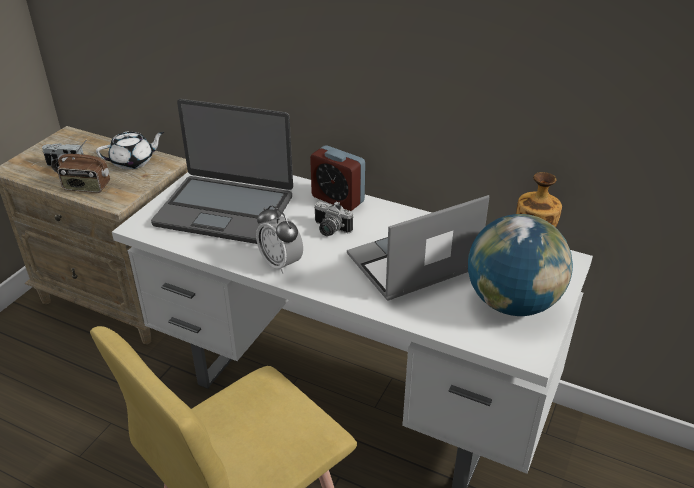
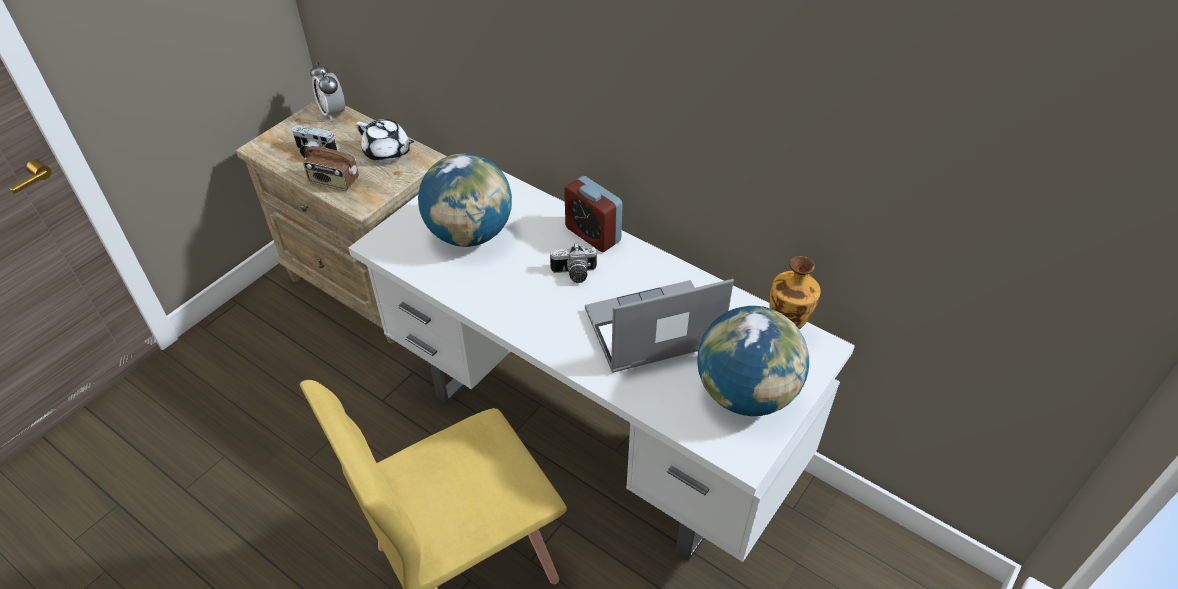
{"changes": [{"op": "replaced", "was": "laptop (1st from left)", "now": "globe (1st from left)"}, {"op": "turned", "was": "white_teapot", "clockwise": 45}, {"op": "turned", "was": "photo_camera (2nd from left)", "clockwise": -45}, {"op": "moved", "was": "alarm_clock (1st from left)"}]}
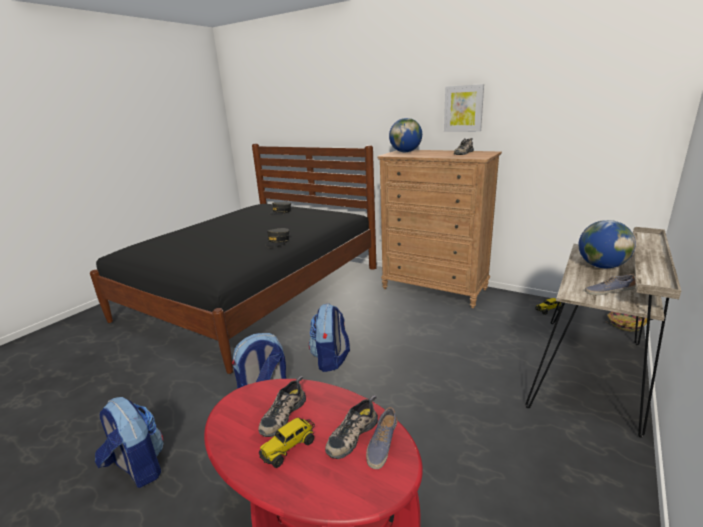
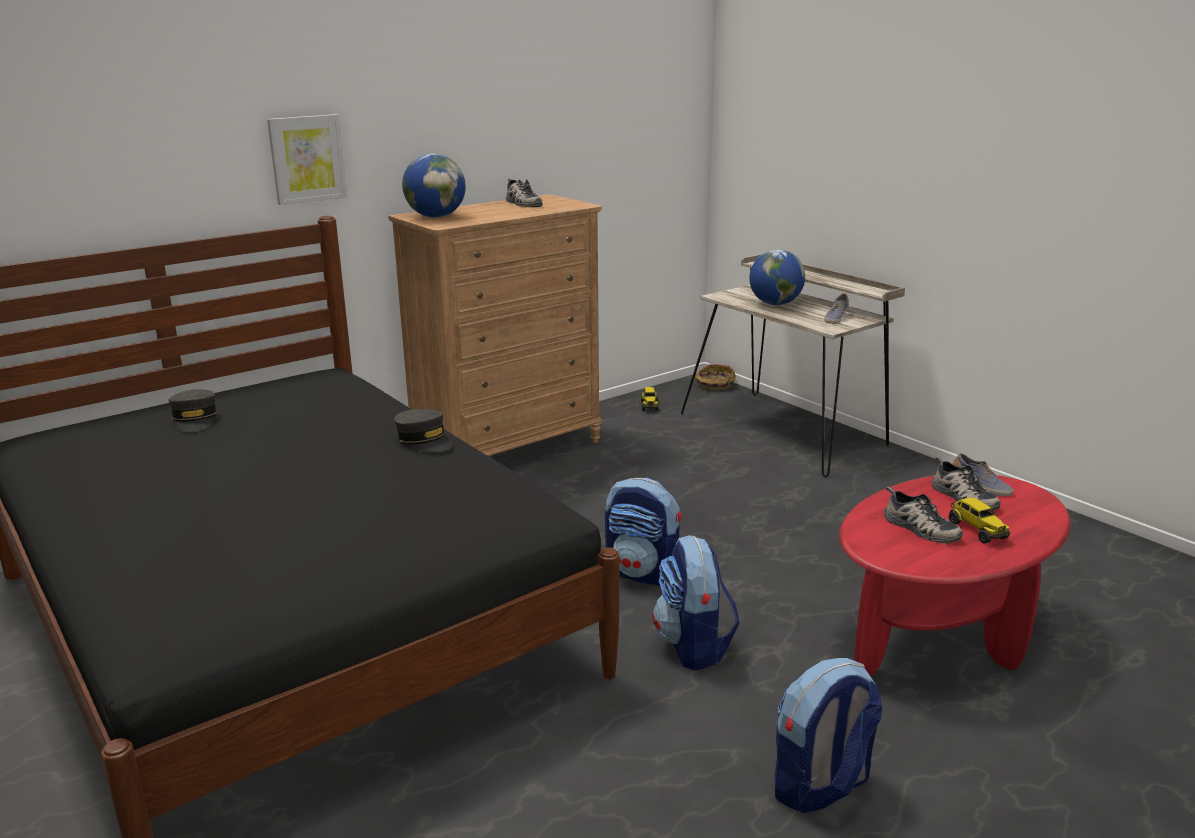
{"changes": [{"op": "moved", "was": "picture"}]}
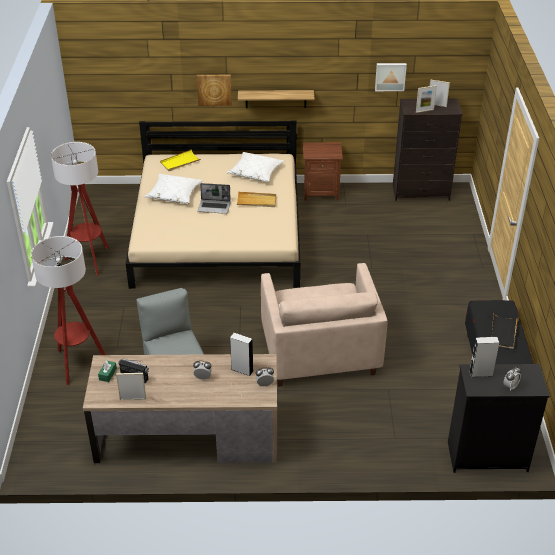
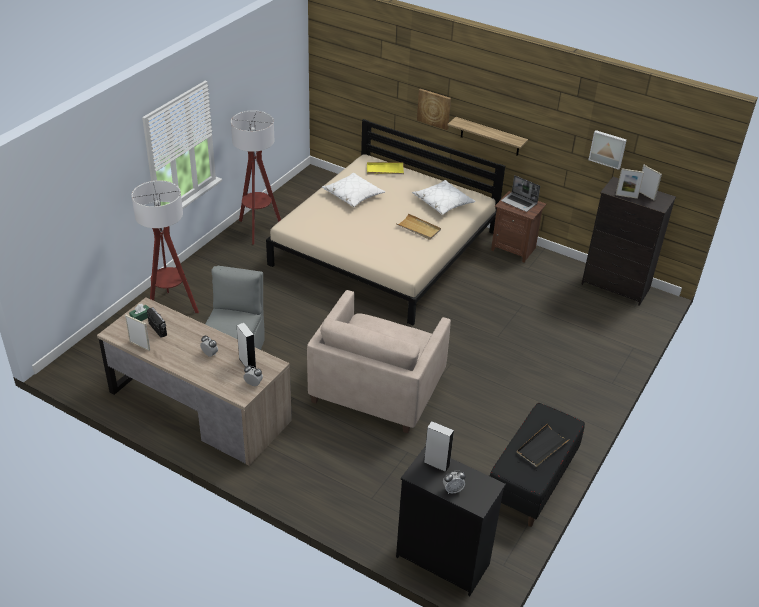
{"changes": [{"op": "moved", "was": "laptop"}]}
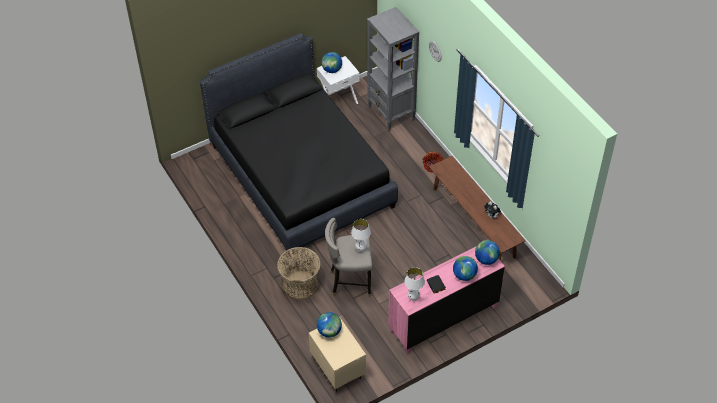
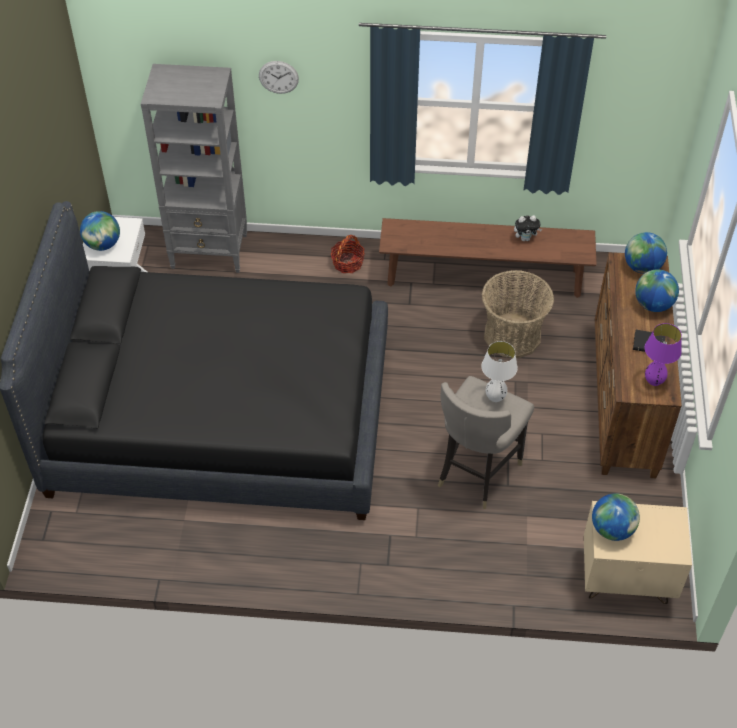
{"changes": [{"op": "recoloured", "was": "pink_dresser", "now": "brown_dresser"}, {"op": "moved", "was": "basket (1st from left in the first image)", "now": "basket (2nd from left)"}, {"op": "recoloured", "was": "white_table_lamp (2nd from left)", "now": "purple_table_lamp"}]}
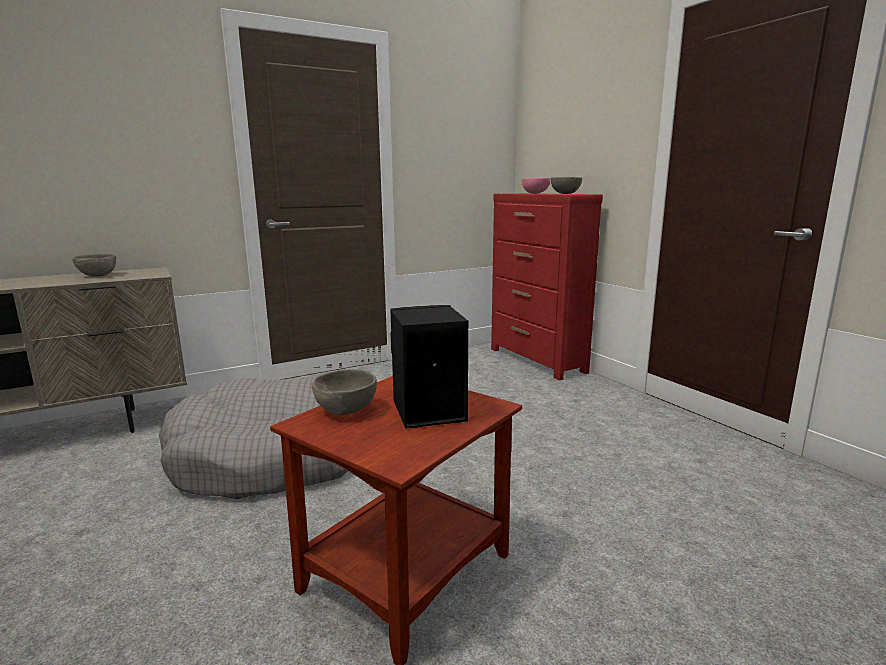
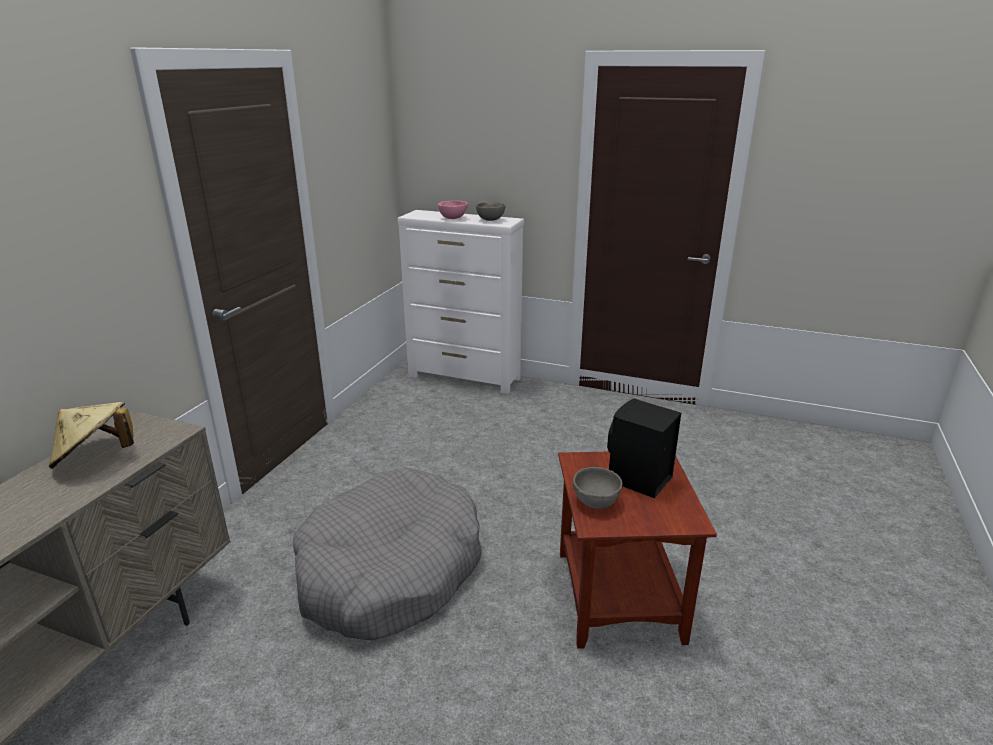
{"changes": [{"op": "recoloured", "was": "red_dresser", "now": "white_dresser"}, {"op": "replaced", "was": "grey_bowl (1st from left)", "now": "beige_hat"}]}
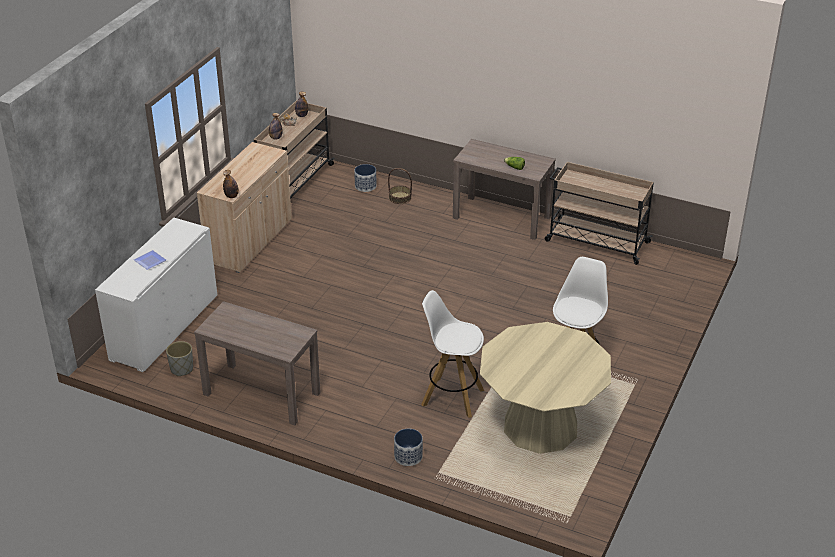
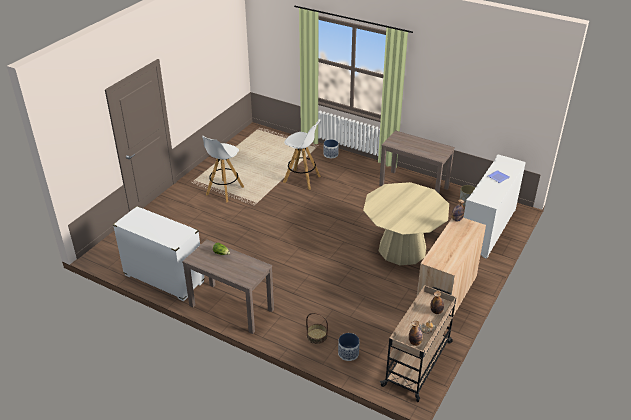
{"changes": [{"op": "replaced", "was": "beige_cart (2nd from left)", "now": "white_dresser"}, {"op": "moved", "was": "beige_dining_table"}]}
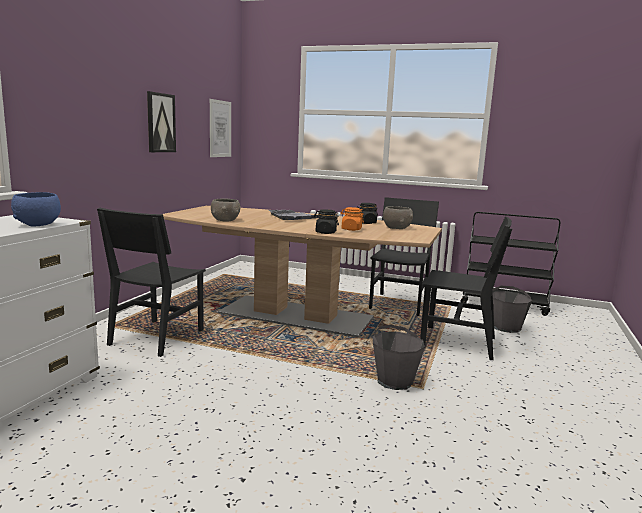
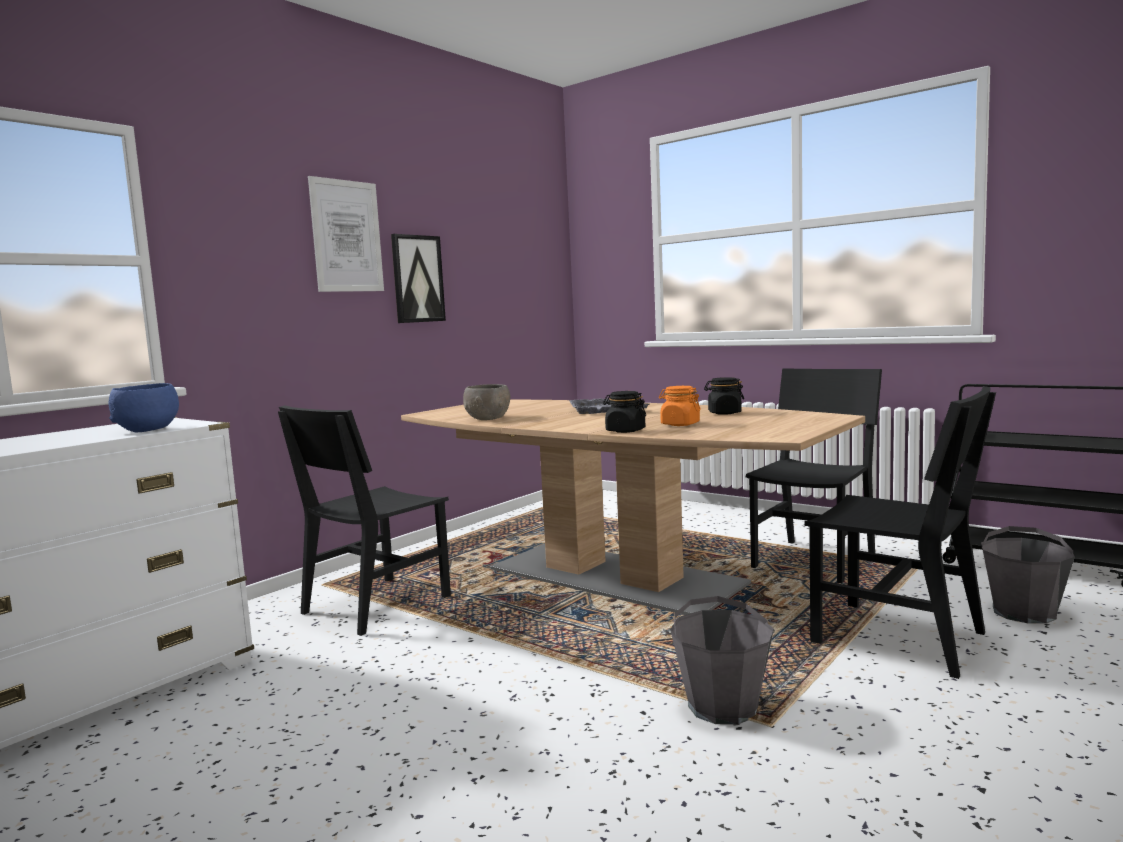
{"changes": [{"op": "moved", "was": "picture (2nd from left in the first image)", "now": "picture (1st from left)"}, {"op": "removed", "was": "grey_bowl (2nd from left)"}]}
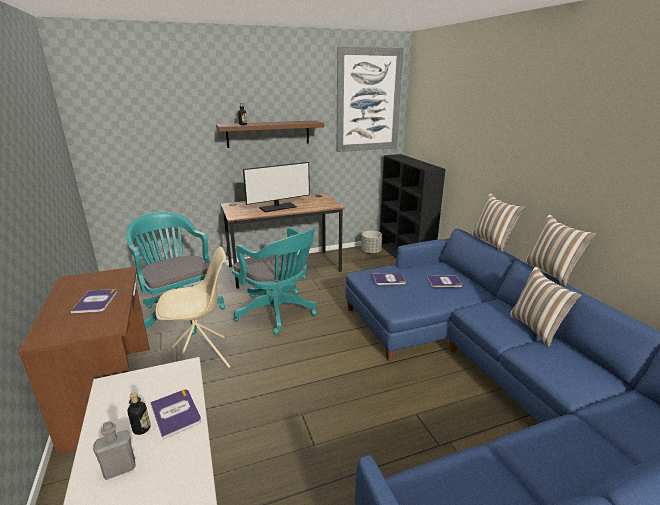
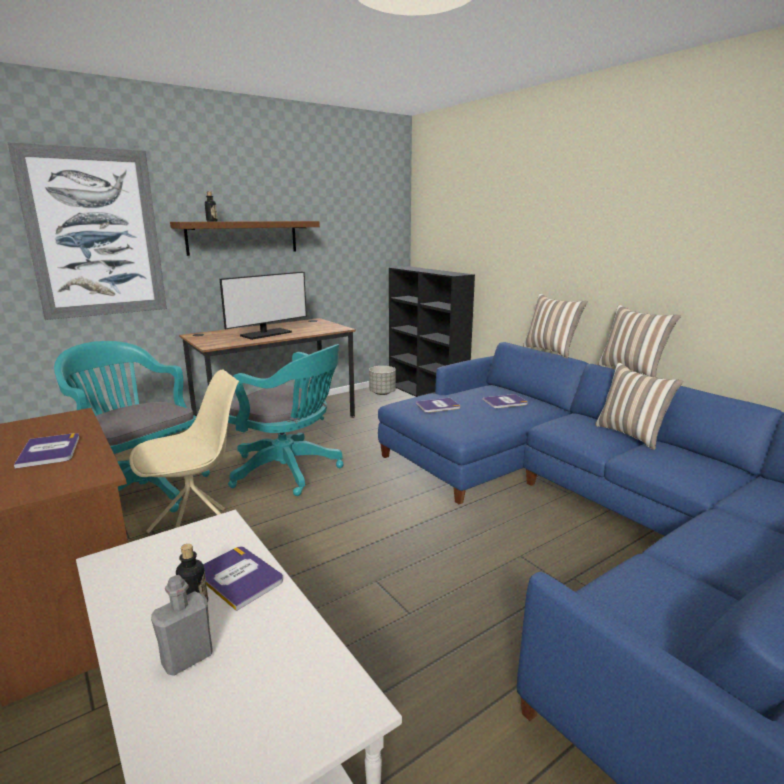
{"changes": [{"op": "moved", "was": "picture"}]}
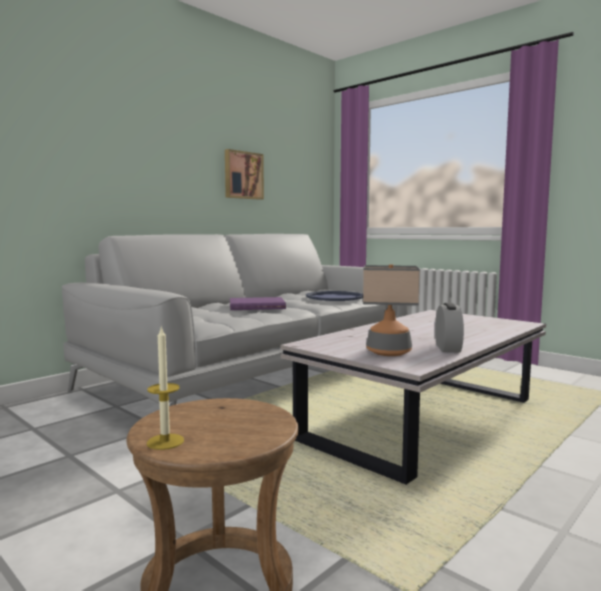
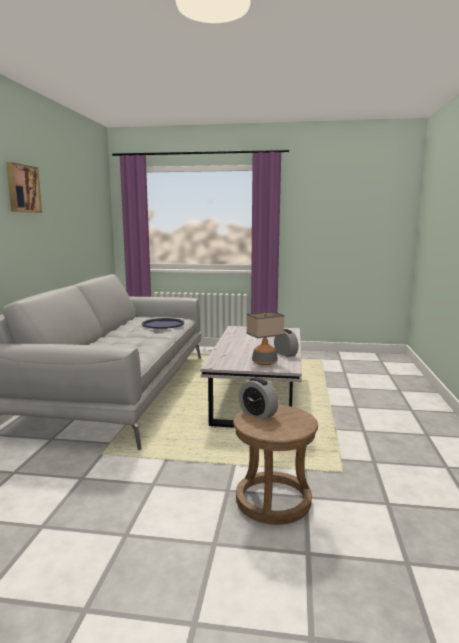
{"changes": [{"op": "moved", "was": "picture"}, {"op": "removed", "was": "purple_book"}, {"op": "removed", "was": "candle"}, {"op": "added", "now": "alarm_clock (1st from left)"}]}
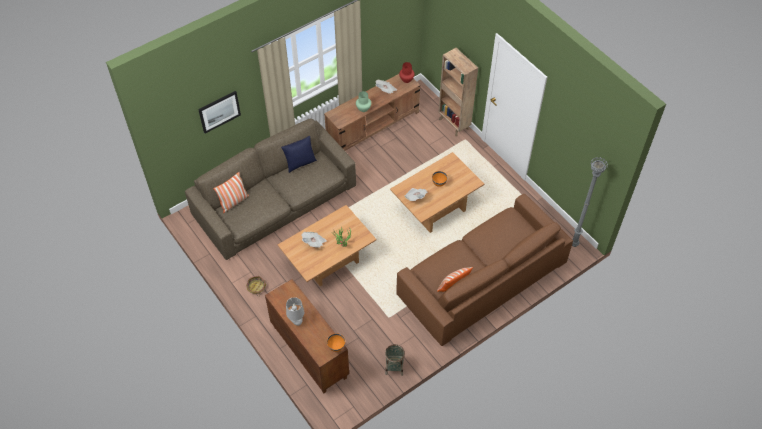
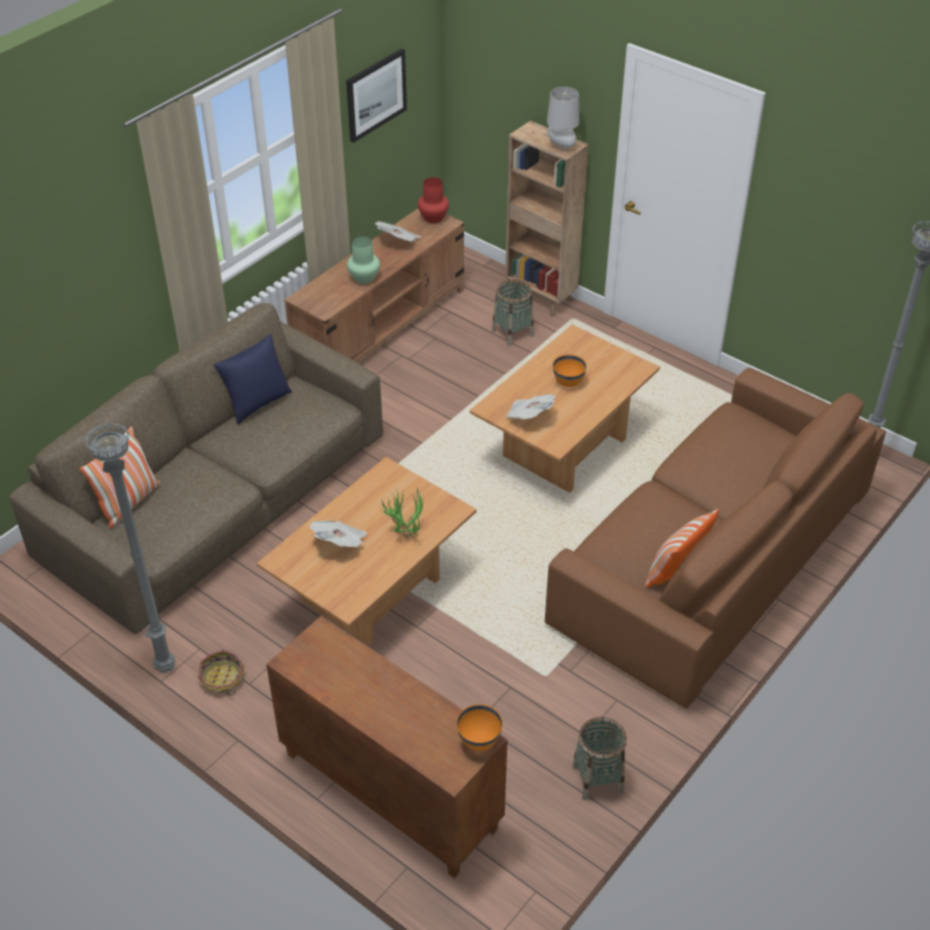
{"changes": [{"op": "moved", "was": "picture"}, {"op": "moved", "was": "grey_table_lamp"}, {"op": "added", "now": "basket (2nd from left)"}, {"op": "added", "now": "grey_floor_lamp (1st from left)"}]}
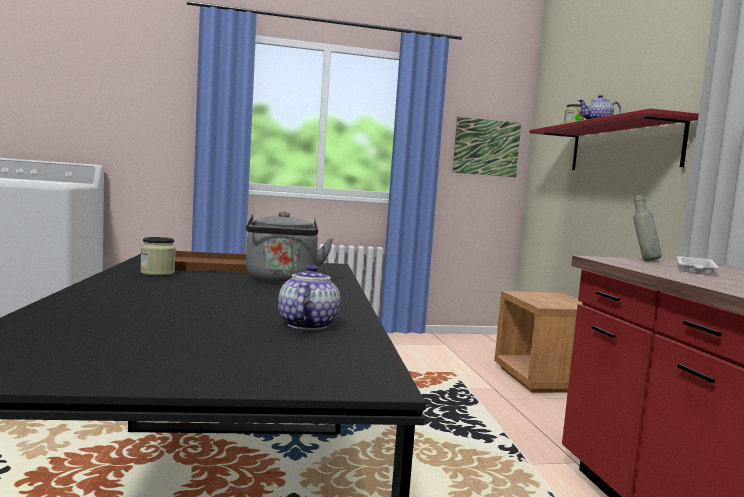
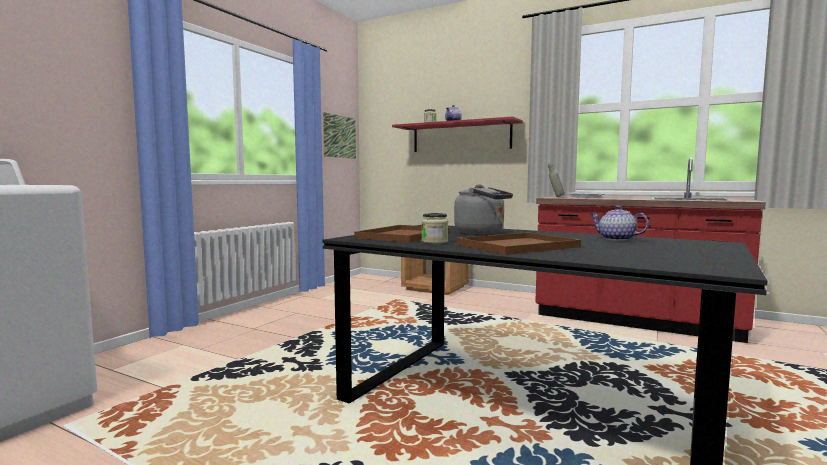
{"changes": [{"op": "added", "now": "brown_tray (2nd from left)"}]}
